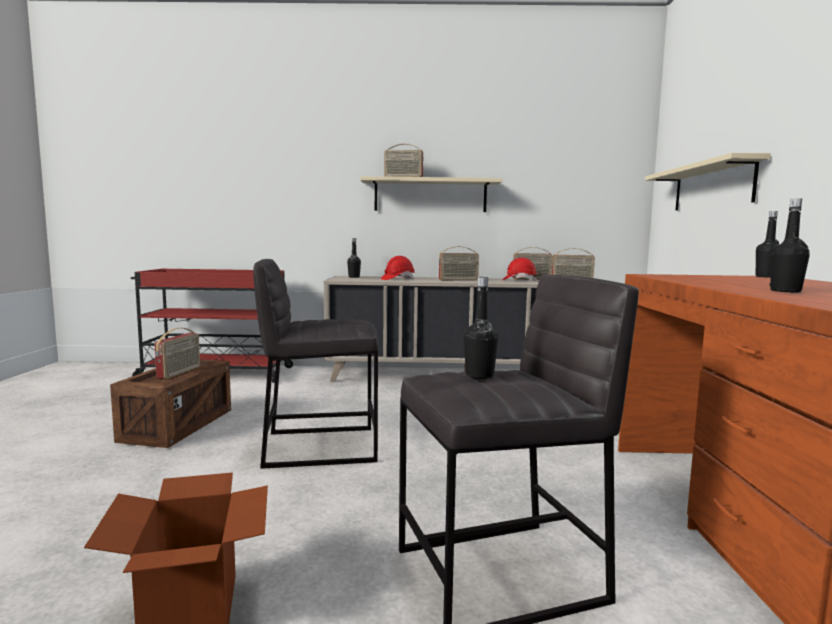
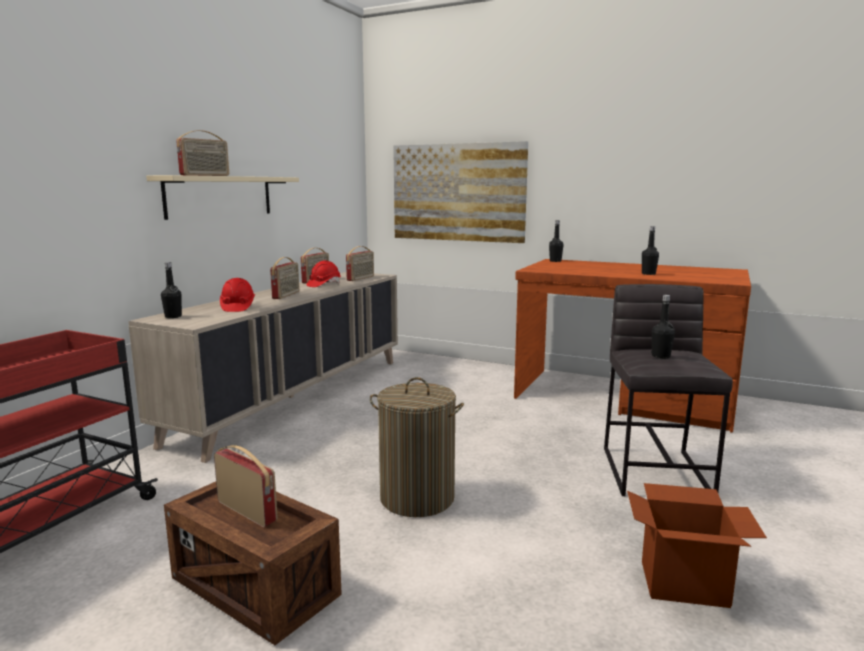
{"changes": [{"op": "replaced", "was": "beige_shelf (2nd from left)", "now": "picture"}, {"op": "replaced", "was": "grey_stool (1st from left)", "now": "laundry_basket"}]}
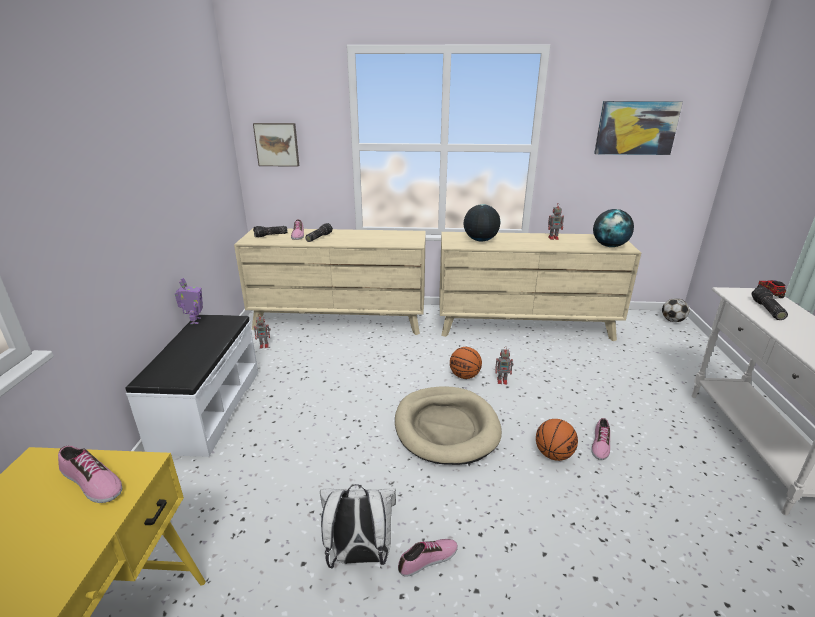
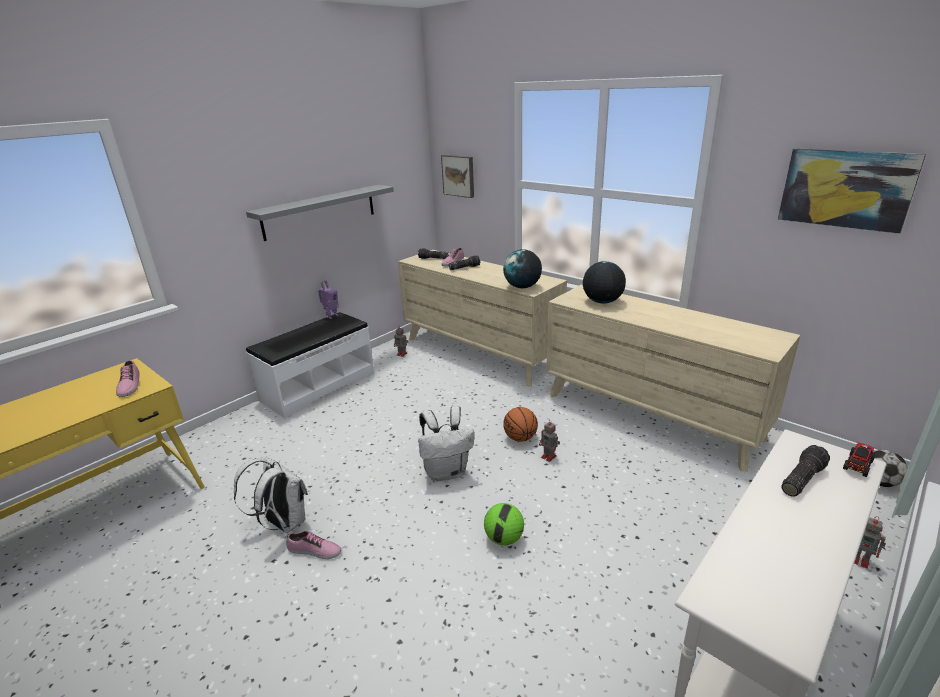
{"changes": [{"op": "moved", "was": "toy_robot (4th from left)"}, {"op": "moved", "was": "globe (2nd from left in the first image)", "now": "globe (1st from left)"}, {"op": "replaced", "was": "beige_dog_bed", "now": "white_backpack (2nd from left)"}, {"op": "removed", "was": "shoe (4th from left)"}, {"op": "replaced", "was": "basketball (2nd from left)", "now": "football (1st from left)"}, {"op": "added", "now": "grey_shelf"}]}
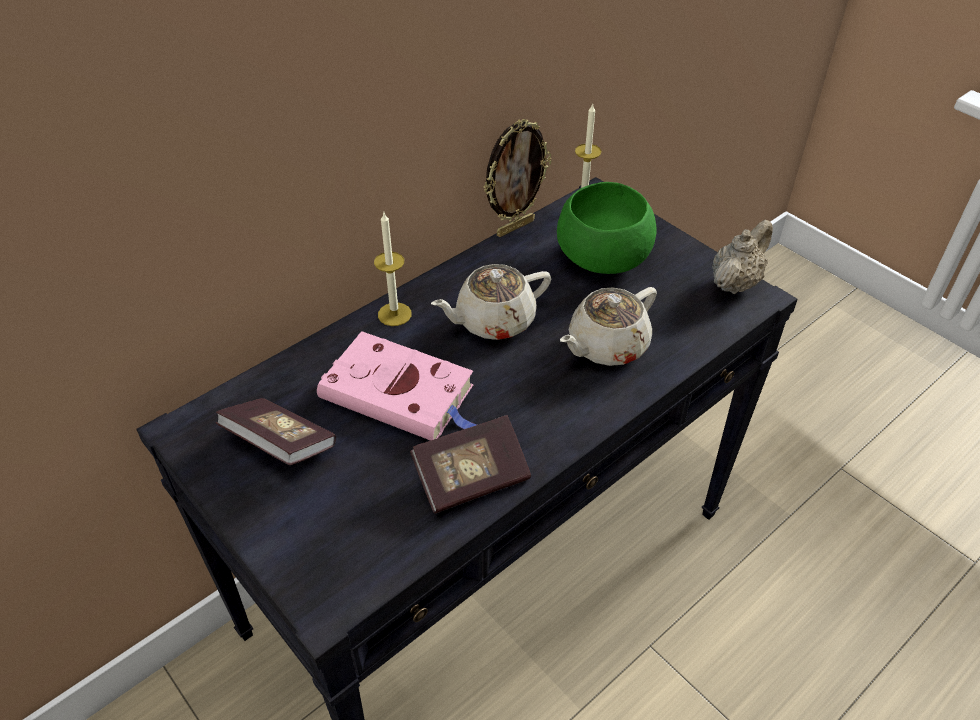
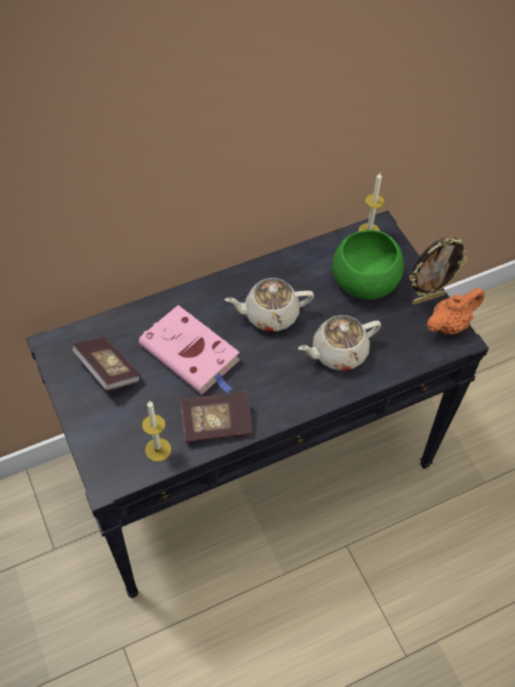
{"changes": [{"op": "moved", "was": "picture_frame"}, {"op": "moved", "was": "candle (1st from left)"}, {"op": "recoloured", "was": "beige_teapot (3rd from left)", "now": "orange_teapot"}]}
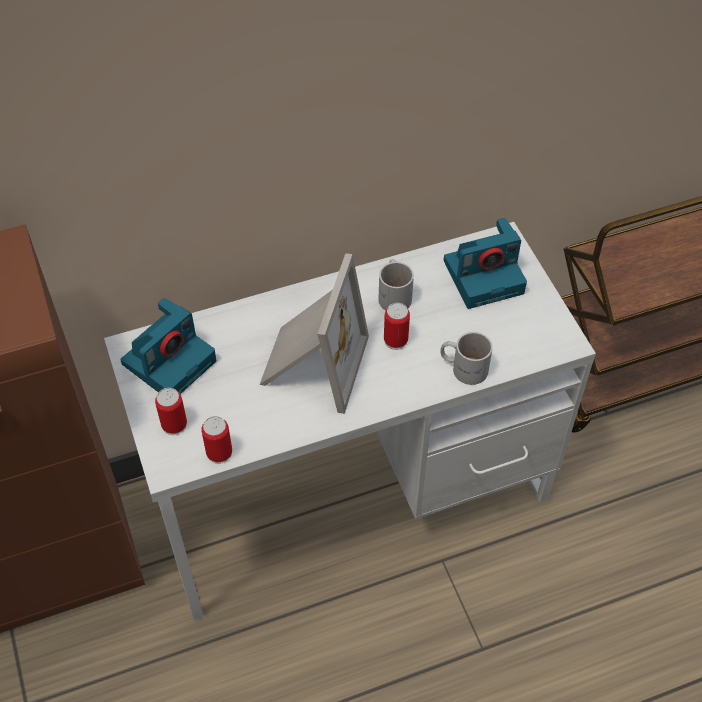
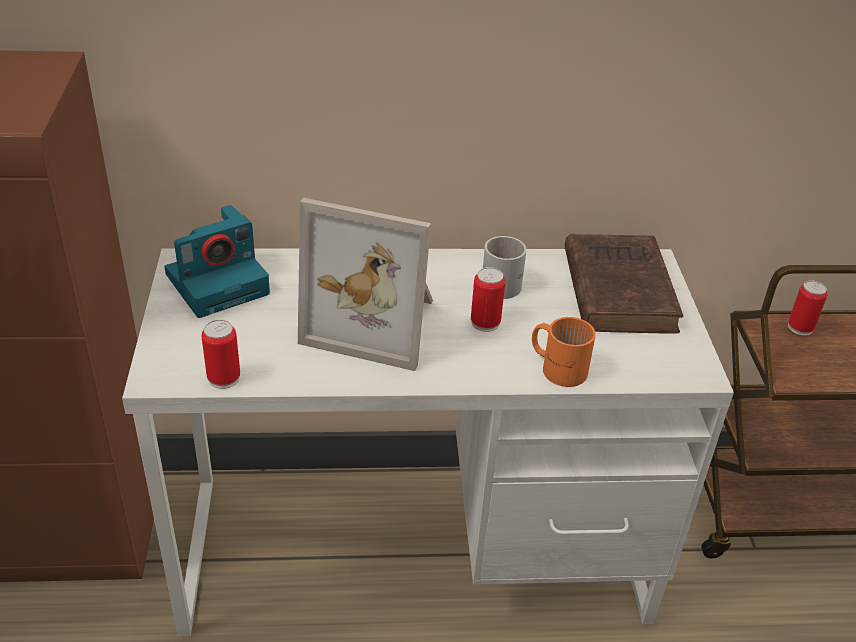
{"changes": [{"op": "replaced", "was": "photo_camera (2nd from left)", "now": "brown_book"}, {"op": "turned", "was": "picture_frame", "clockwise": 75}, {"op": "recoloured", "was": "white_mug (2nd from left)", "now": "orange_mug"}, {"op": "moved", "was": "can (1st from left in the first image)", "now": "can (3rd from left)"}]}
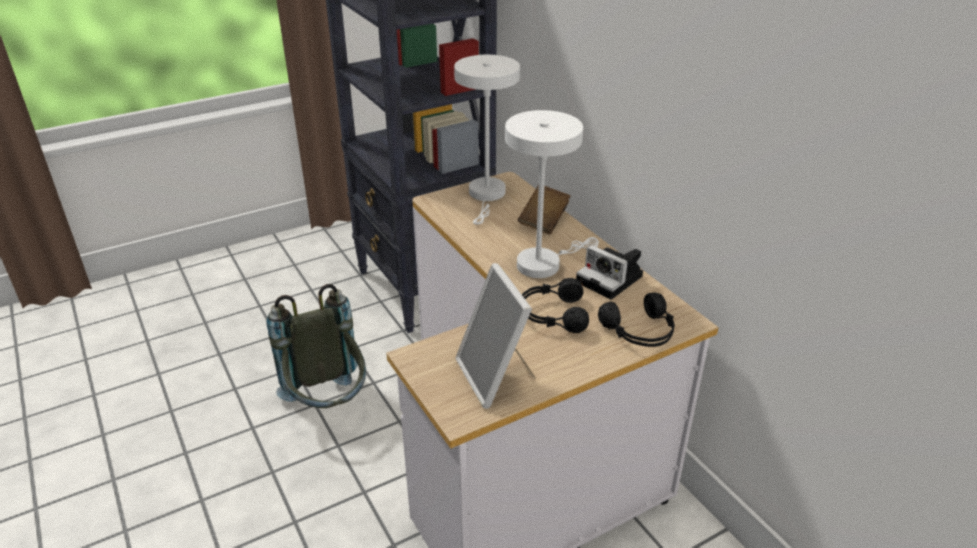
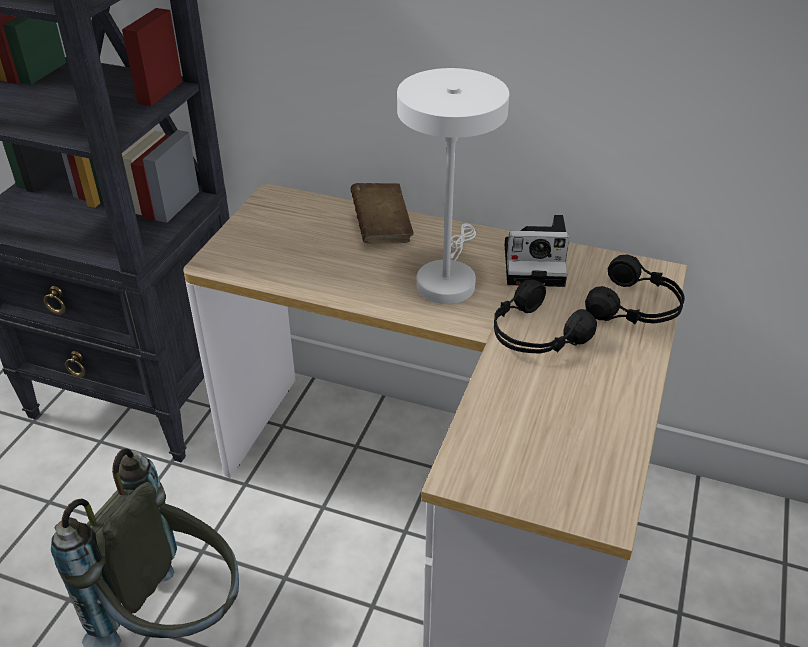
{"changes": [{"op": "removed", "was": "white_table_lamp (1st from left)"}, {"op": "removed", "was": "picture_frame"}]}
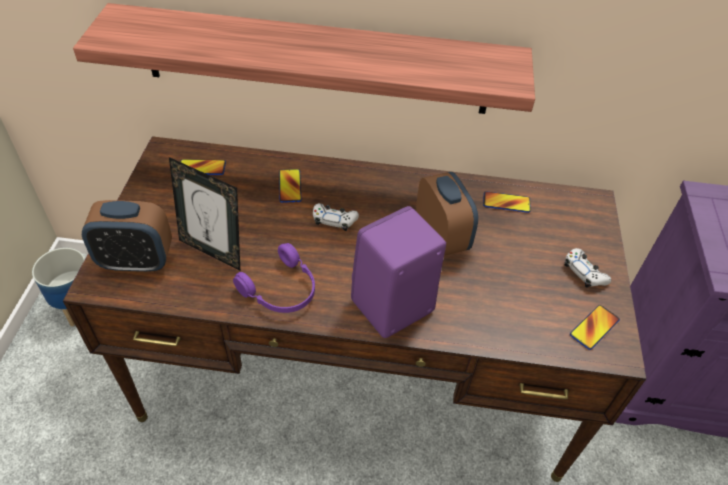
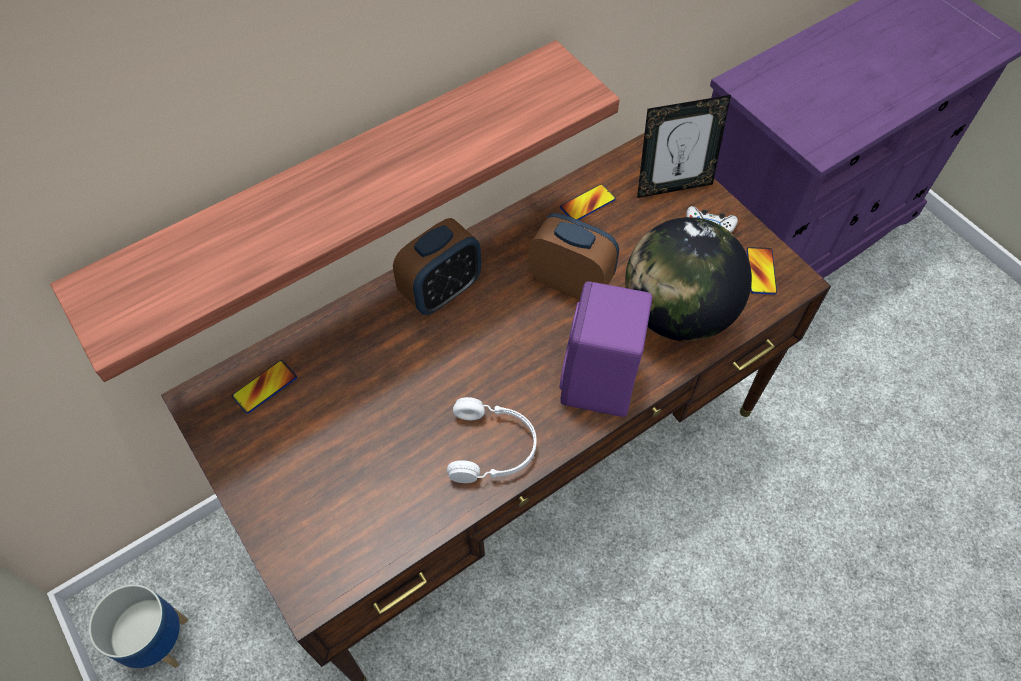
{"changes": [{"op": "moved", "was": "picture_frame"}, {"op": "removed", "was": "phone (2nd from left)"}, {"op": "moved", "was": "alarm_clock (1st from left)"}, {"op": "removed", "was": "white_game_controller (1st from left)"}, {"op": "recoloured", "was": "purple_headphones", "now": "white_headphones"}, {"op": "added", "now": "globe"}]}
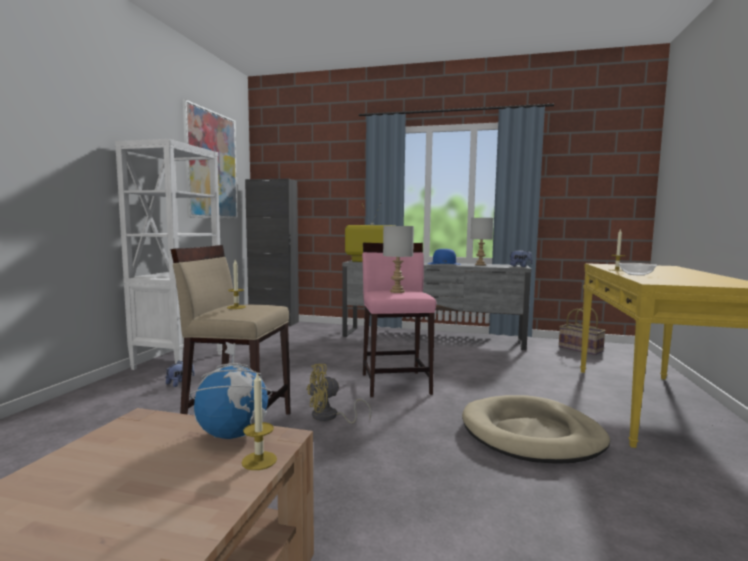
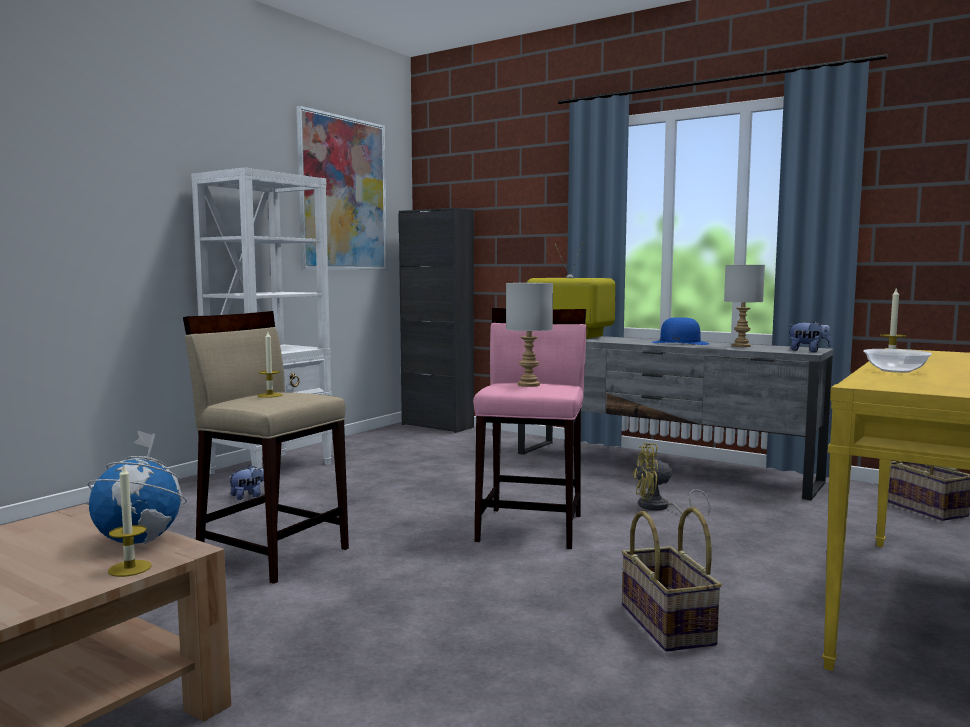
{"changes": [{"op": "moved", "was": "yellow_fan"}, {"op": "replaced", "was": "beige_dog_bed", "now": "basket (1st from left)"}]}
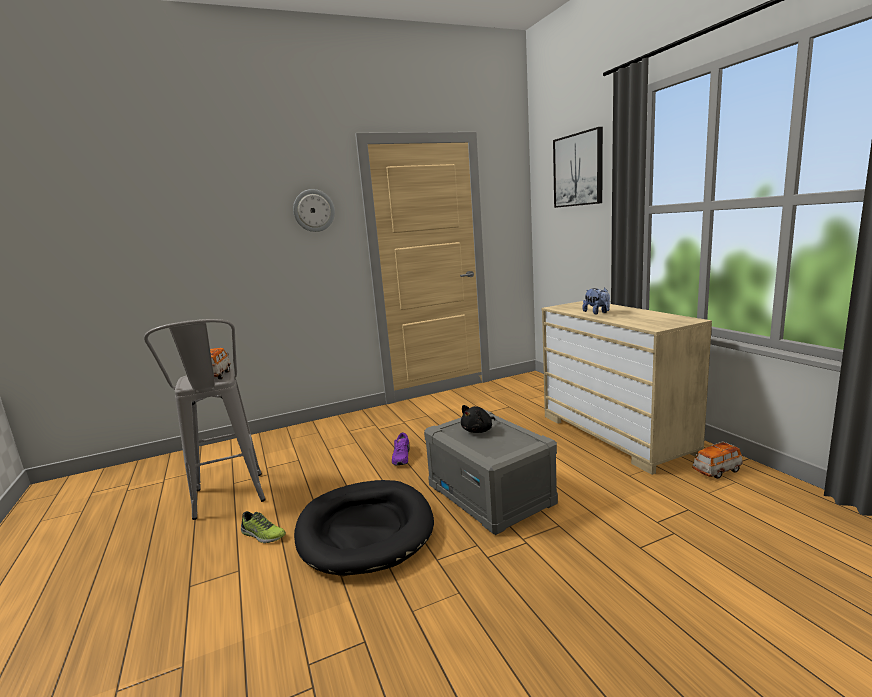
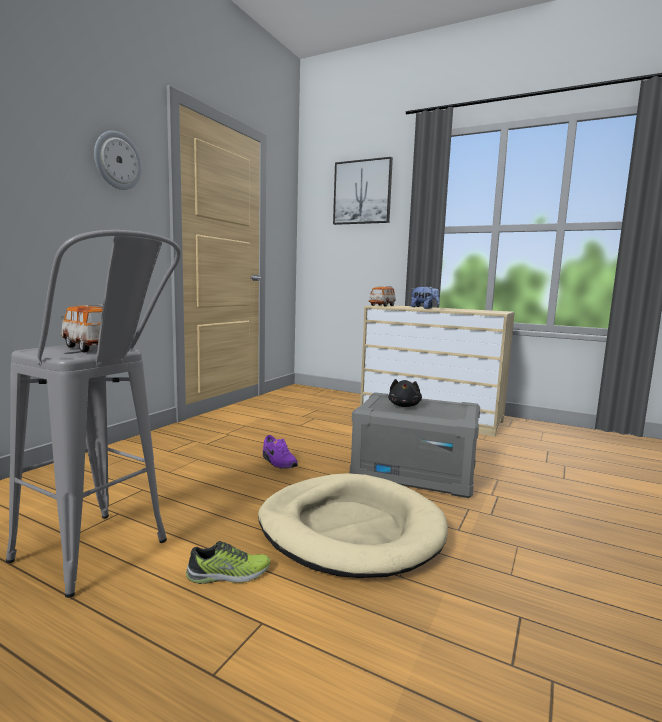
{"changes": [{"op": "moved", "was": "toy_car (2nd from left)"}, {"op": "recoloured", "was": "black_dog_bed", "now": "beige_dog_bed"}]}
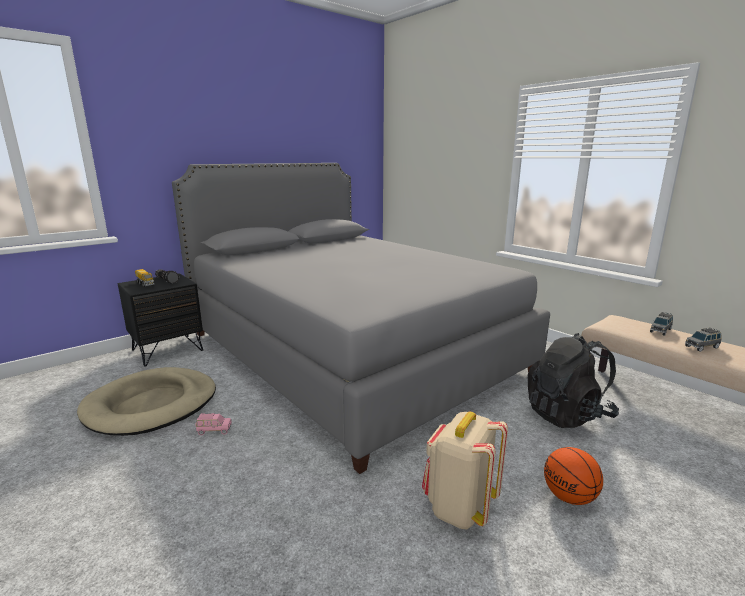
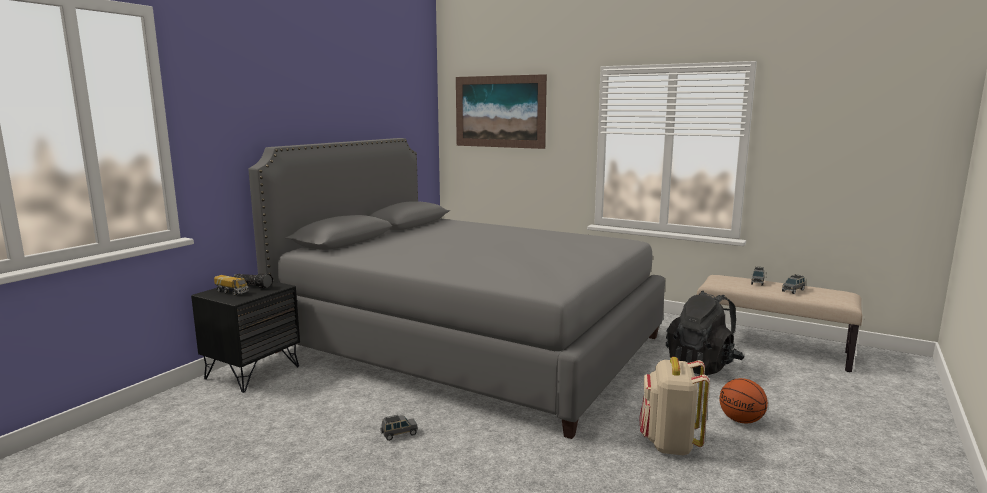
{"changes": [{"op": "removed", "was": "beige_dog_bed"}, {"op": "recoloured", "was": "pink_toy_car", "now": "grey_toy_car (1st from left)"}, {"op": "added", "now": "picture"}]}
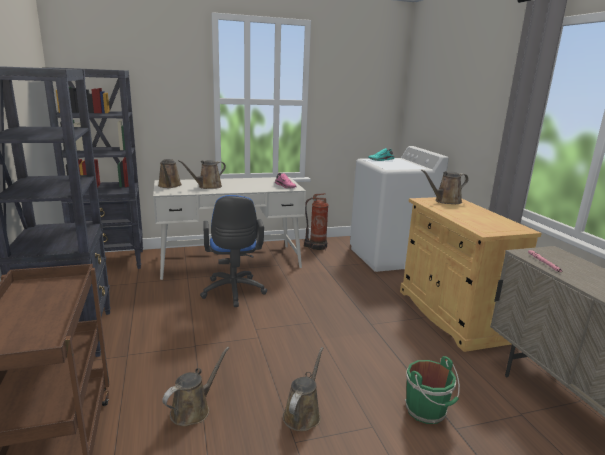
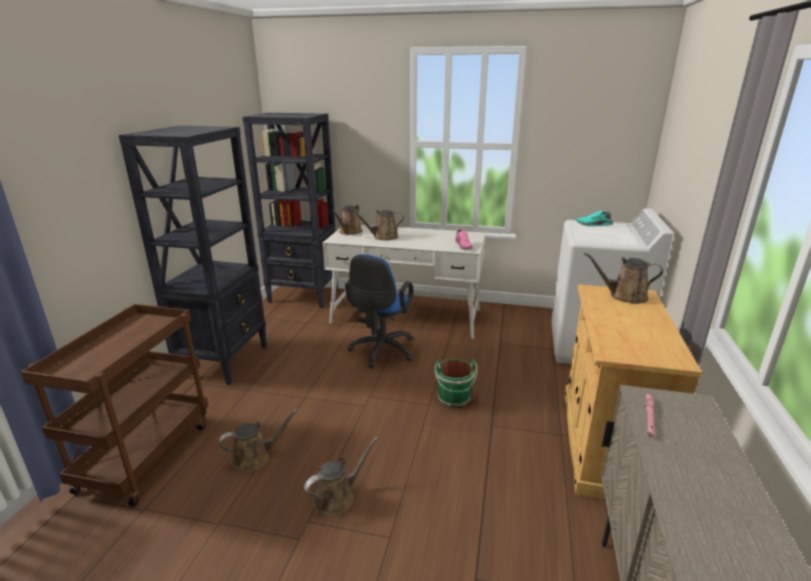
{"changes": [{"op": "removed", "was": "fire_extinguisher"}, {"op": "moved", "was": "green_bucket"}]}
